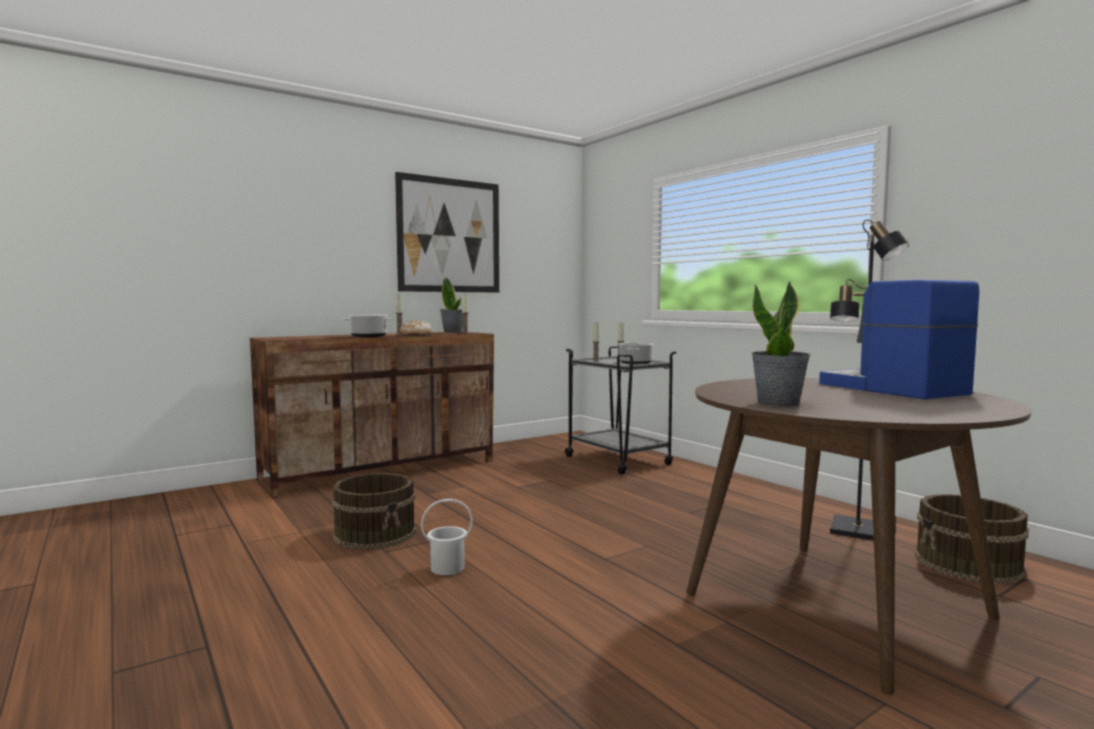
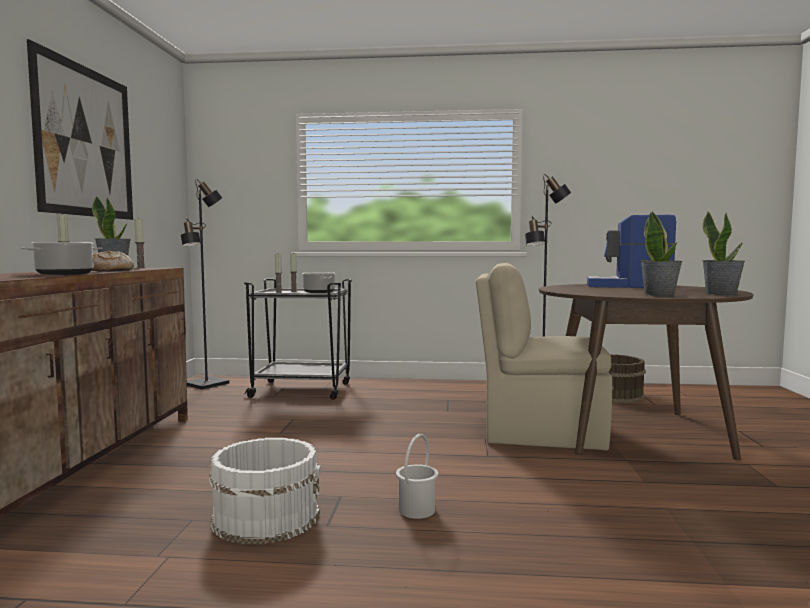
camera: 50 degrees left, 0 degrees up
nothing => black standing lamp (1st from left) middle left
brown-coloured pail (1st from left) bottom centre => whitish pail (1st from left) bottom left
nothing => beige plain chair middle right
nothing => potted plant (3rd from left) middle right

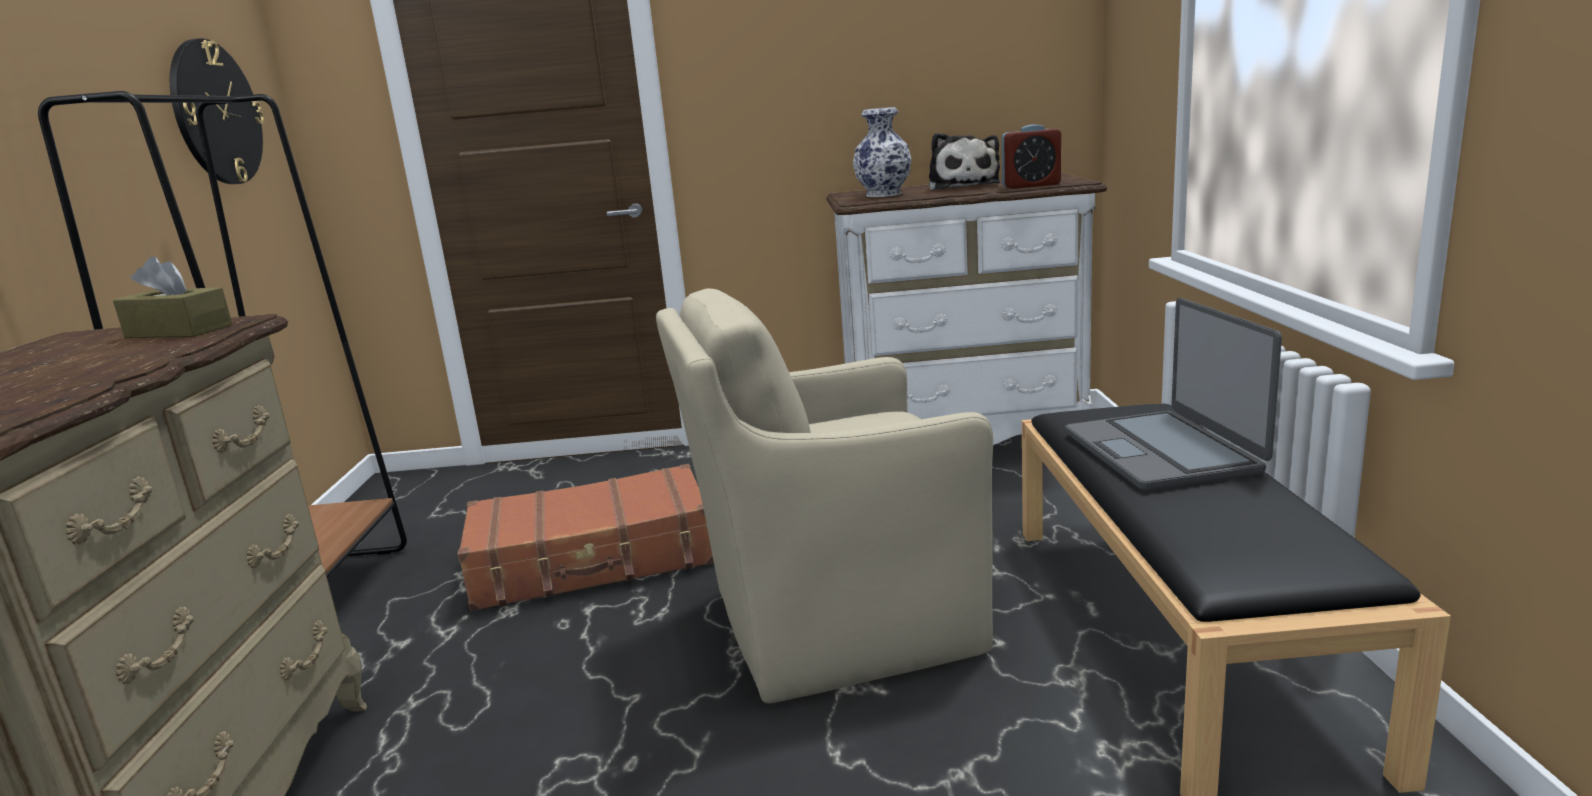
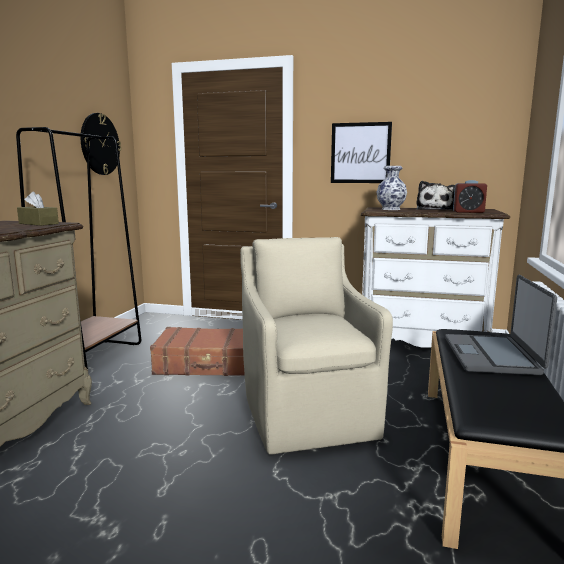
camera: 15 degrees right, 5 degrees down
beige lounge chair centre, 75 degrees clockwise
nothing => wall art top centre

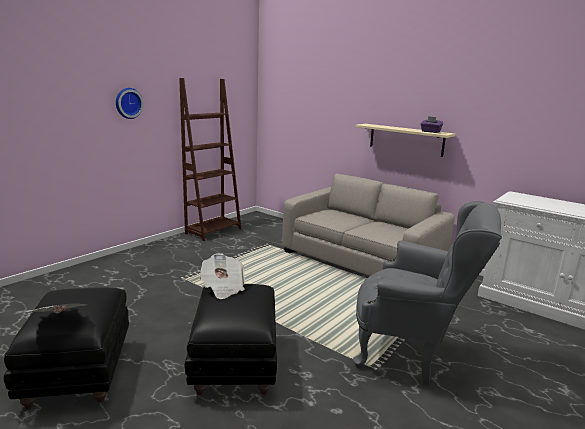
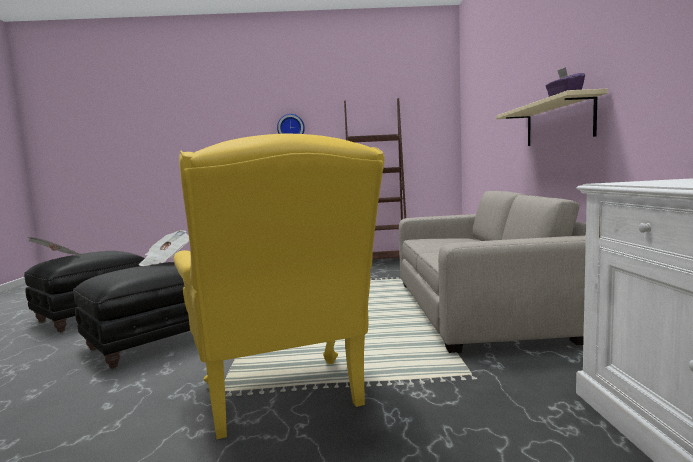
camera: 50 degrees right, 10 degrees down
gray lounge chair bottom right => yellow lounge chair centre

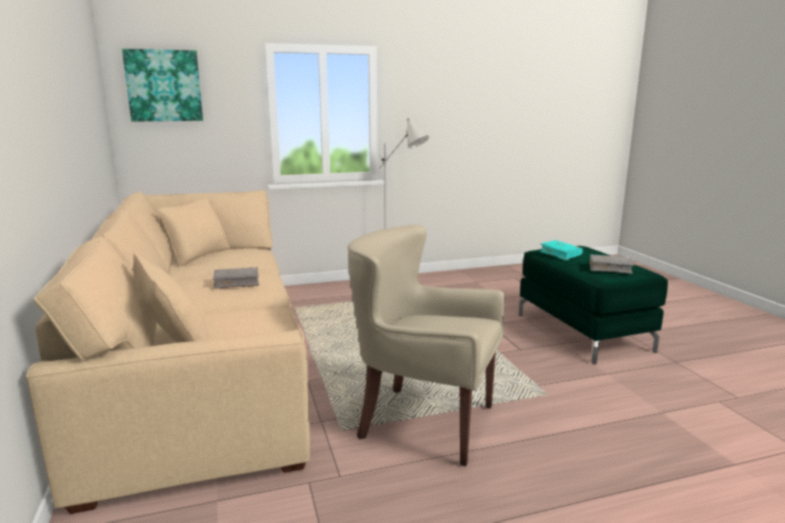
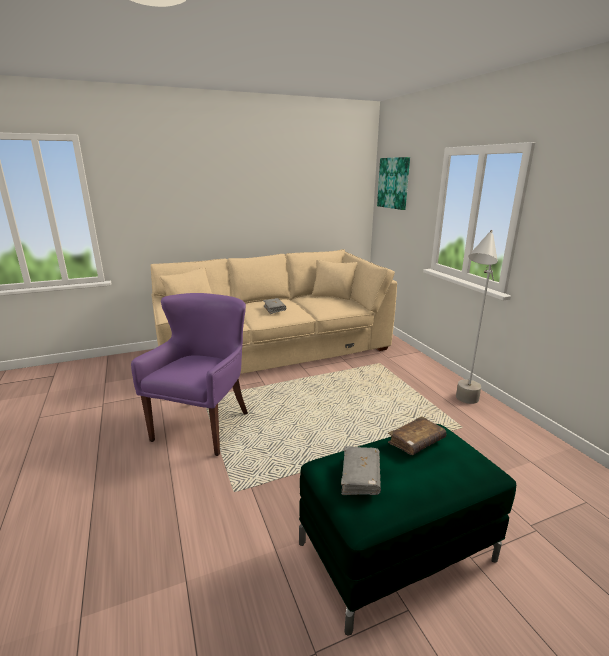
camera: 85 degrees right, 5 degrees up
beige lounge chair centre => purple lounge chair middle left
turquoise-coloured bound book middle right => brown-coloured bound book middle right

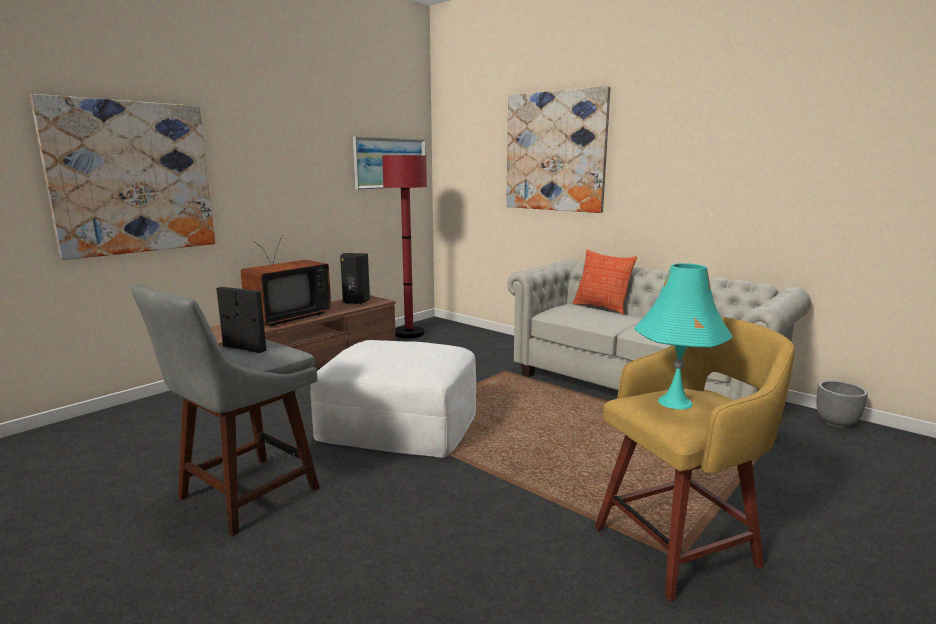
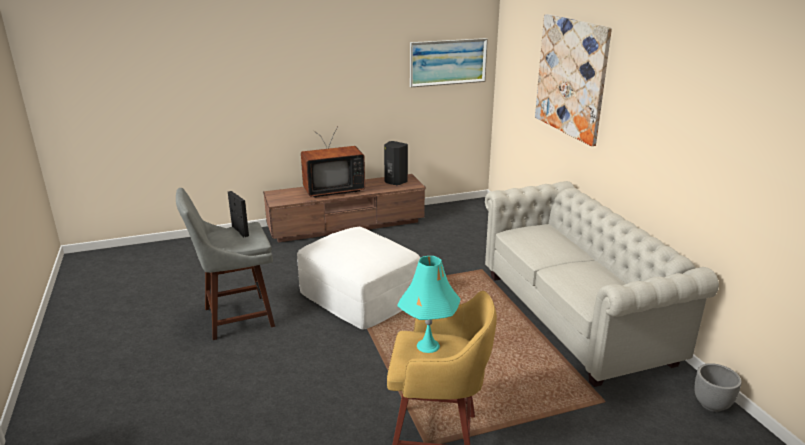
camera: 30 degrees right, 10 degrees up
wall art (1st from left) top left => nothing
red-coloured standing lamp centre => nothing
orange cushion centre => nothing

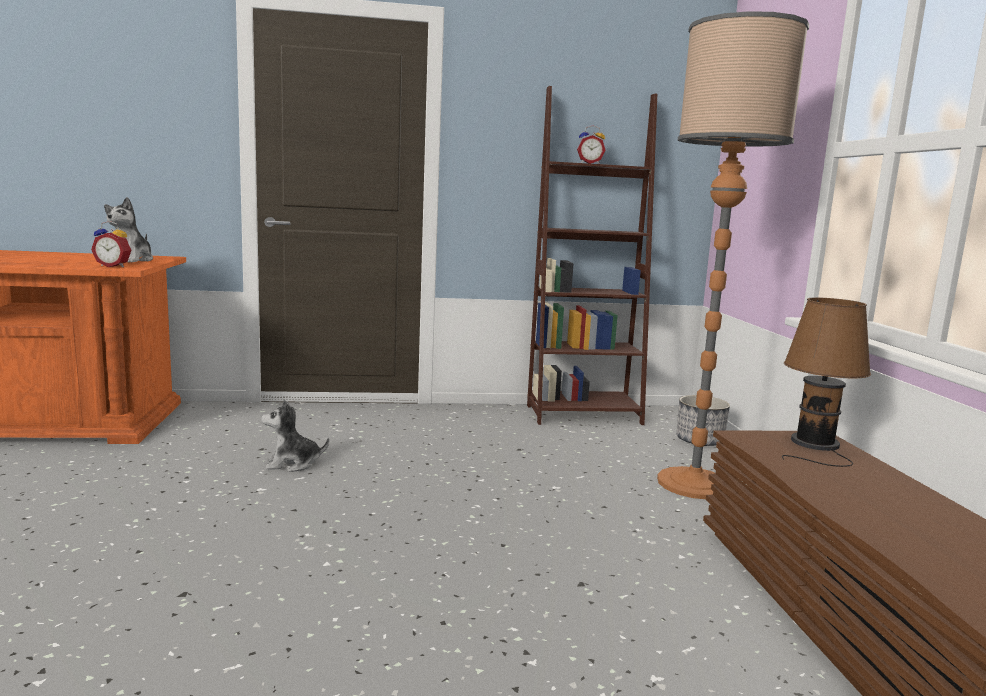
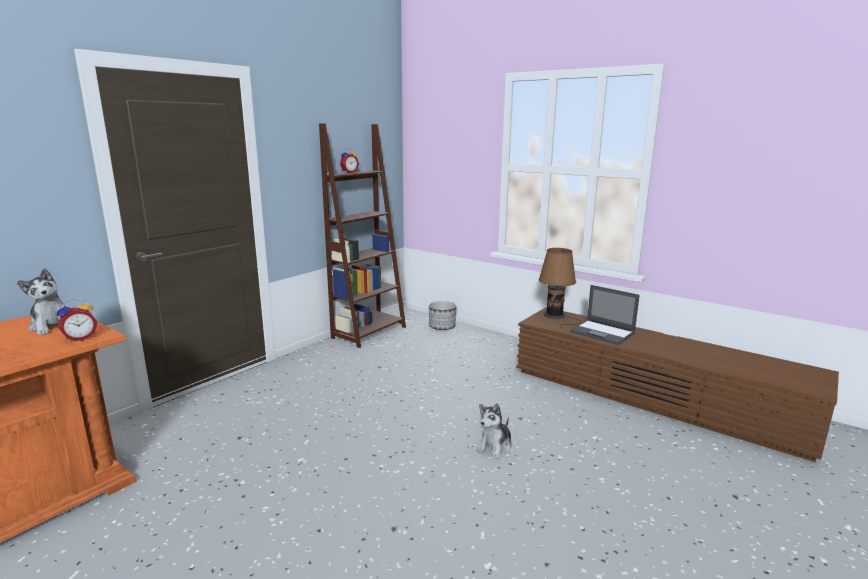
camera: 45 degrees left, 5 degrees up
soft toy (2nd from left) middle left => soft toy (2nd from left) bottom centre, moved
nothing => notebook computer middle right
standing lamp middle right => nothing

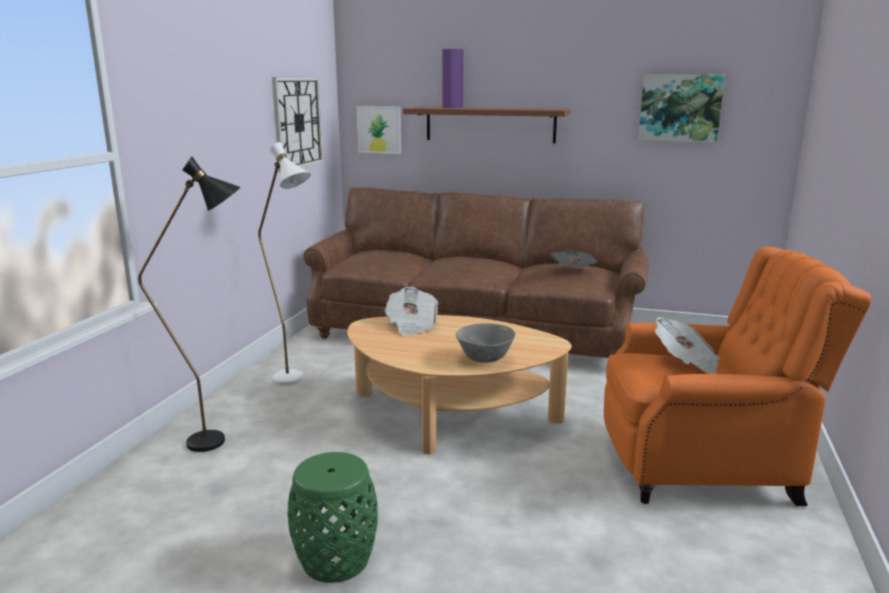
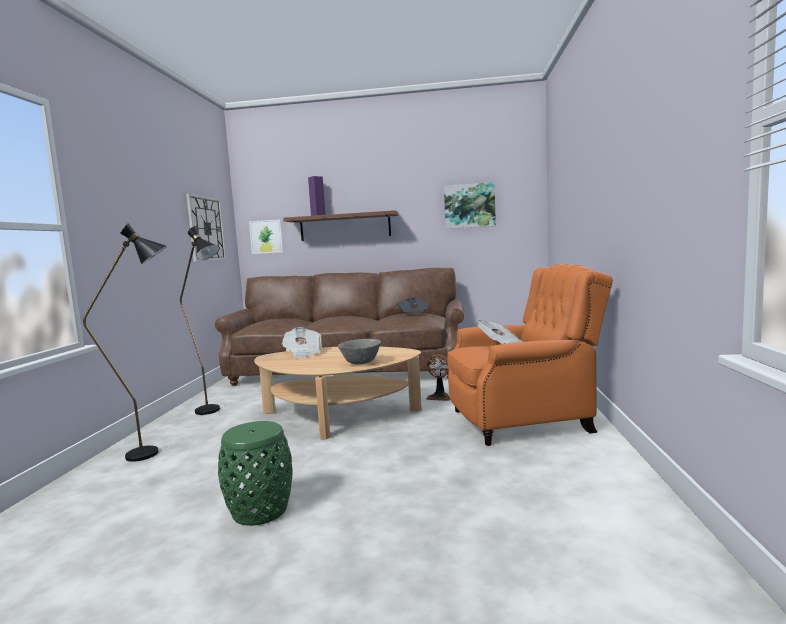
camera: 10 degrees left, 10 degrees down
whitish standing lamp middle left => black standing lamp (2nd from left) middle left
nothing => cooling fan centre

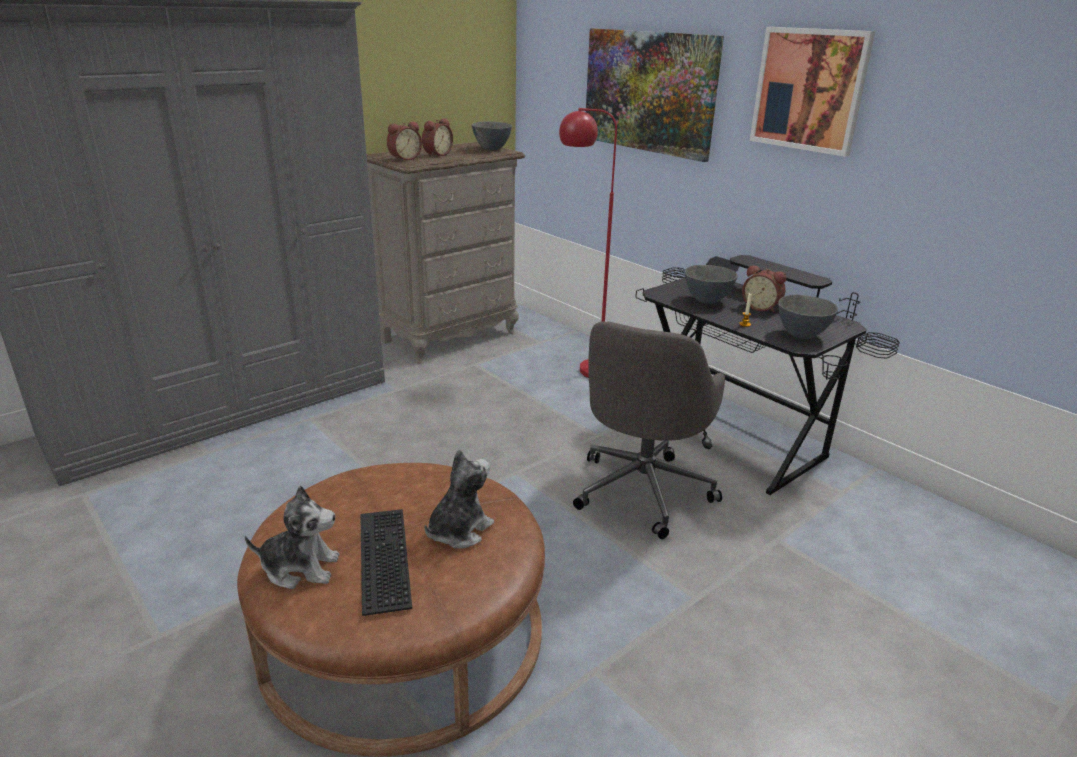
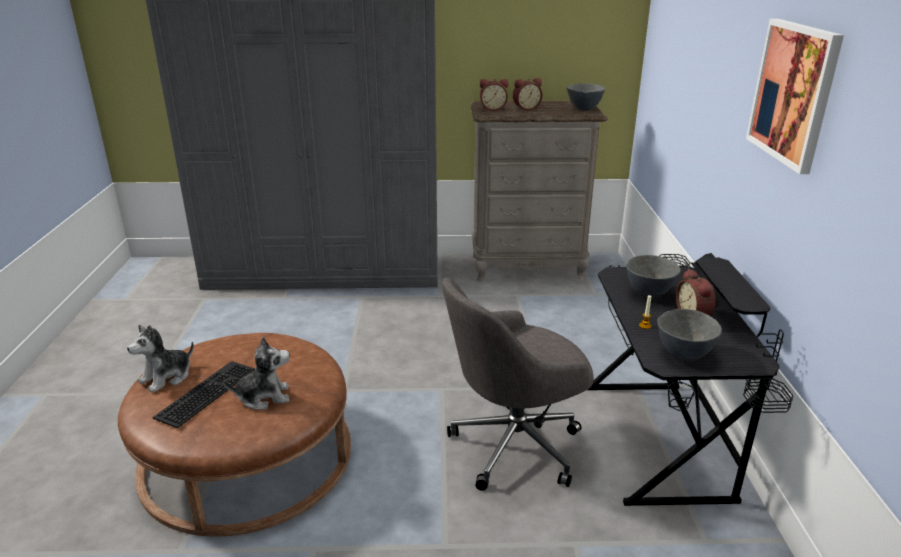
camera: 40 degrees right, 0 degrees up
soft toy (1st from left) bottom left => soft toy (1st from left) middle left, 90 degrees clockwise
red-coloured standing lamp top centre => nothing
wall art (1st from left) top centre => nothing

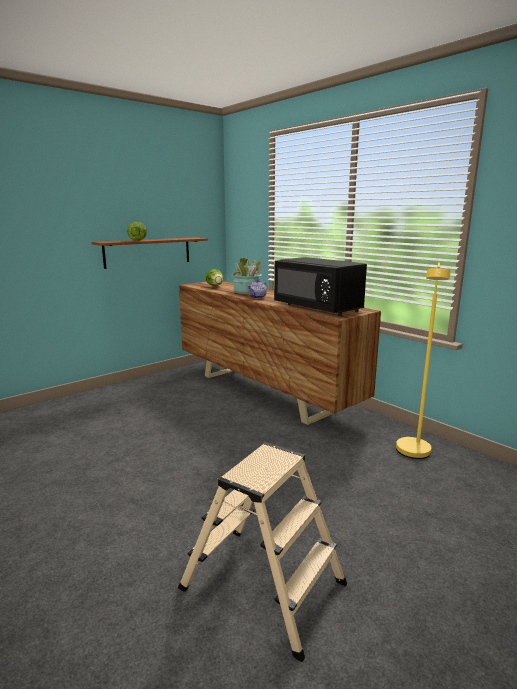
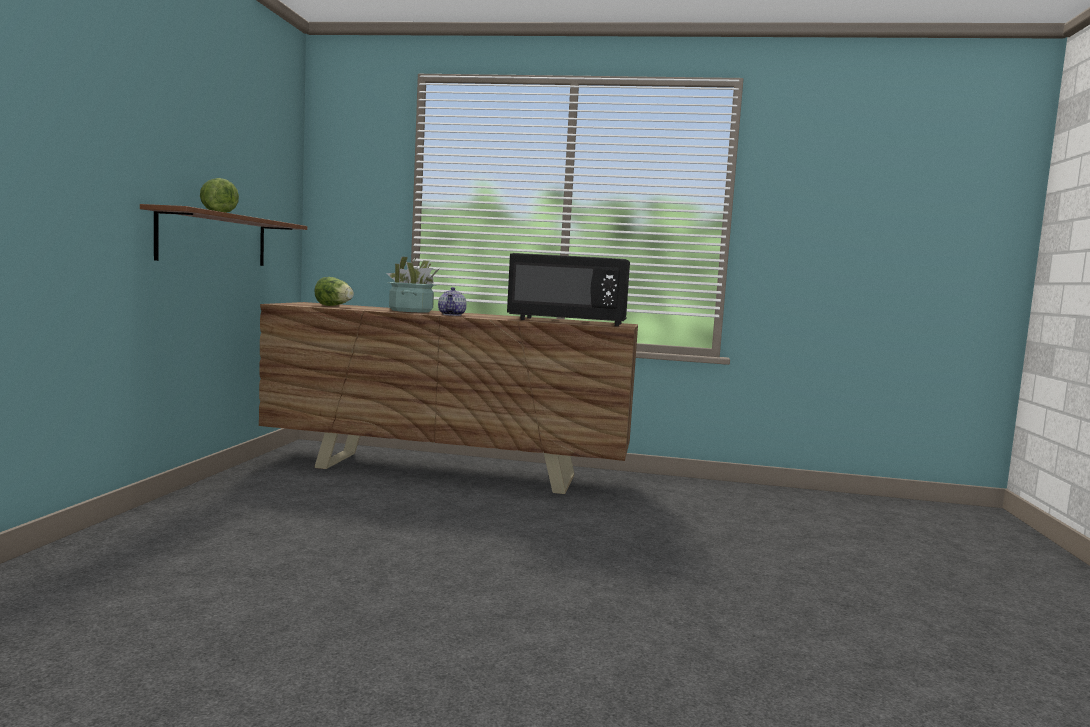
camera: 40 degrees left, 10 degrees down
beige step stool bottom centre => nothing
yellow standing lamp middle right => nothing

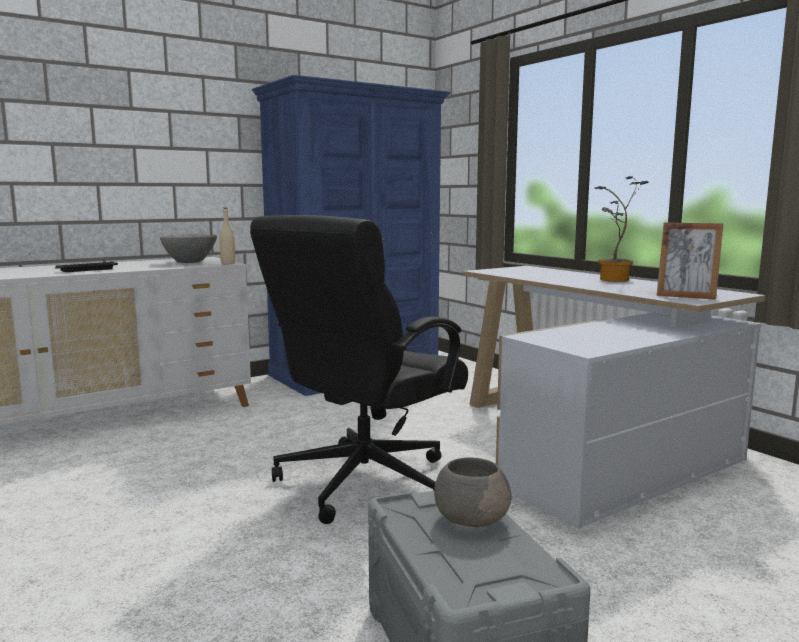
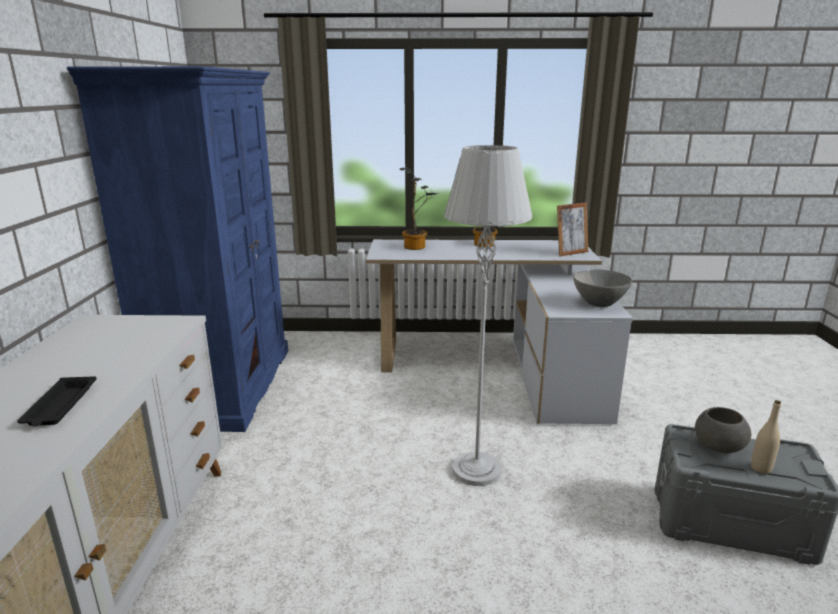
camera: 55 degrees left, 10 degrees up
nothing => potted plant (1st from left) centre
black office chair centre => gray standing lamp centre
gray serving bowl (1st from left) middle left => gray serving bowl (1st from left) middle right, moved
beige drink bottle middle left => beige drink bottle bottom right, moved

